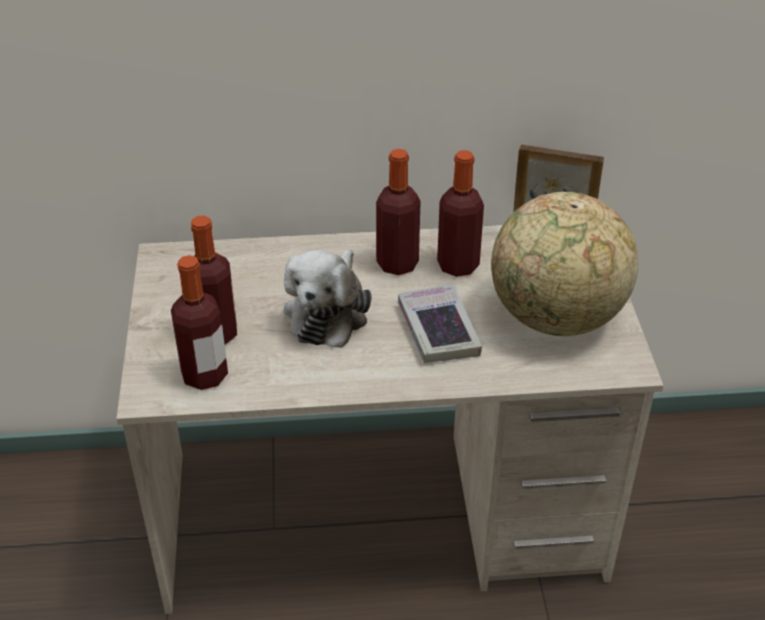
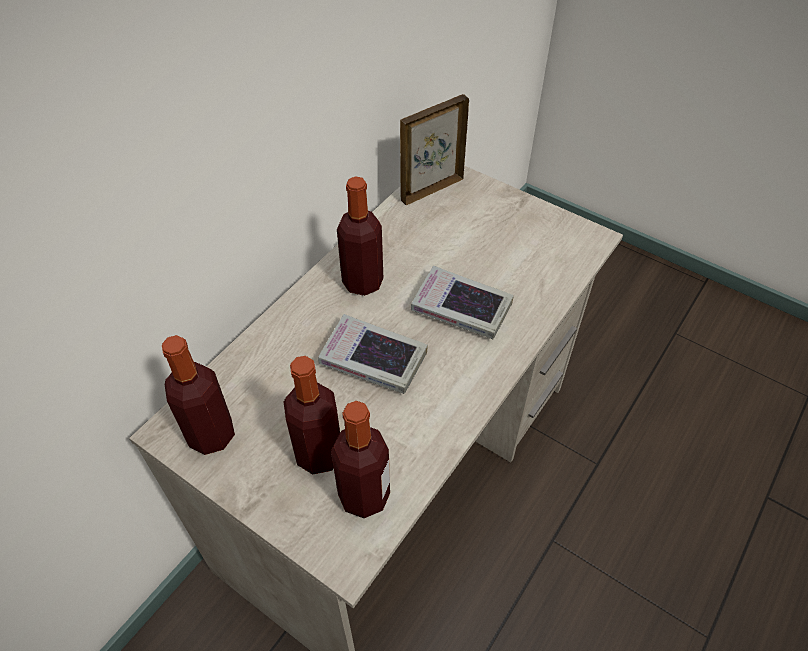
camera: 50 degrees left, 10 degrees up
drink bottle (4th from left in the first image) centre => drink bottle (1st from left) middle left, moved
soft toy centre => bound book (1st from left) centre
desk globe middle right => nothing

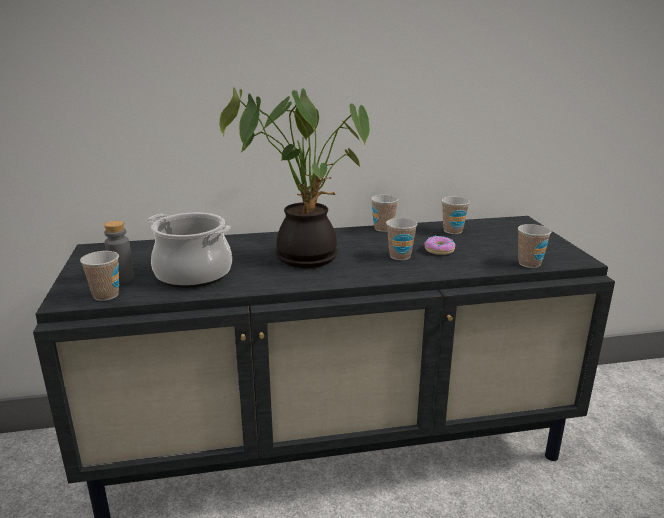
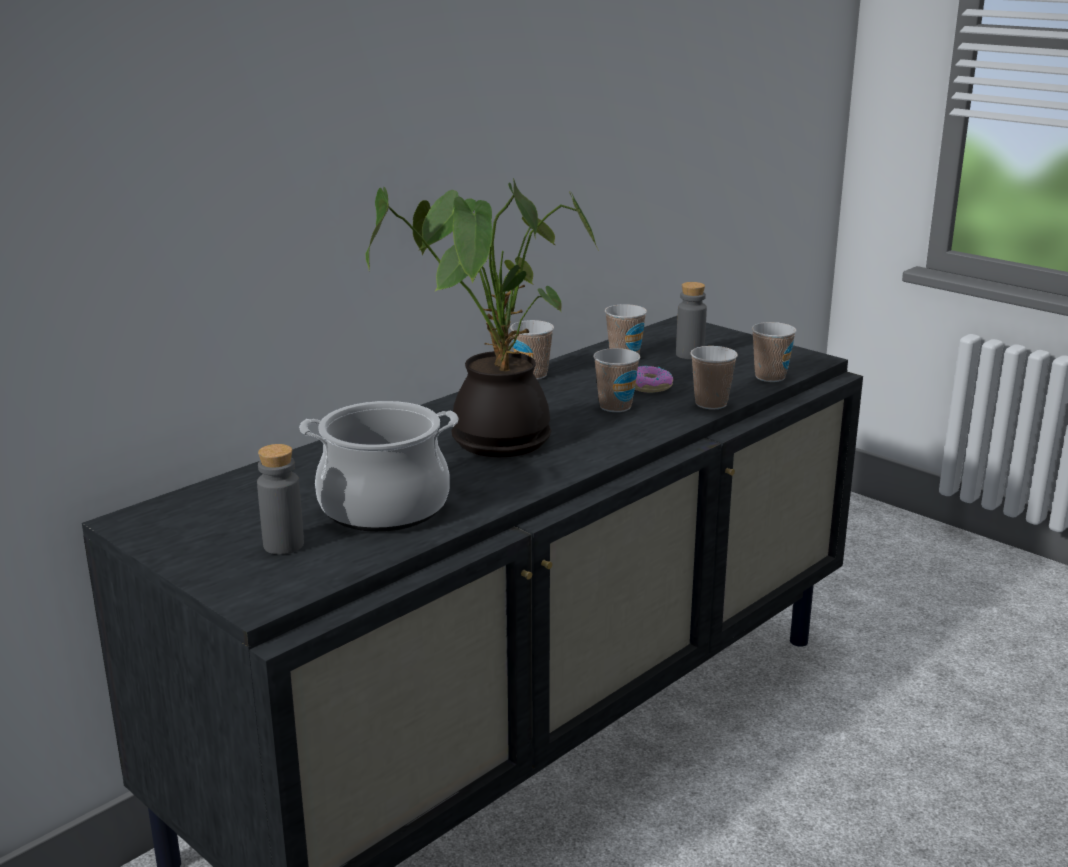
camera: 35 degrees left, 0 degrees up
nothing => gray drink bottle (2nd from left) centre
small cup (1st from left in the first image) middle left => small cup (4th from left) middle right, moved

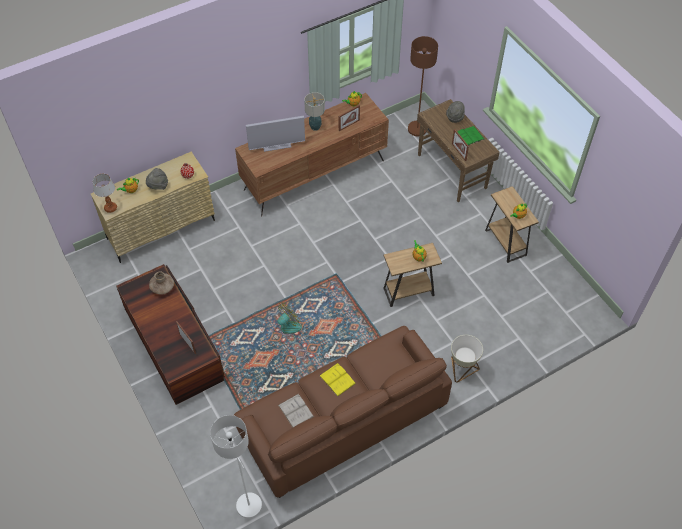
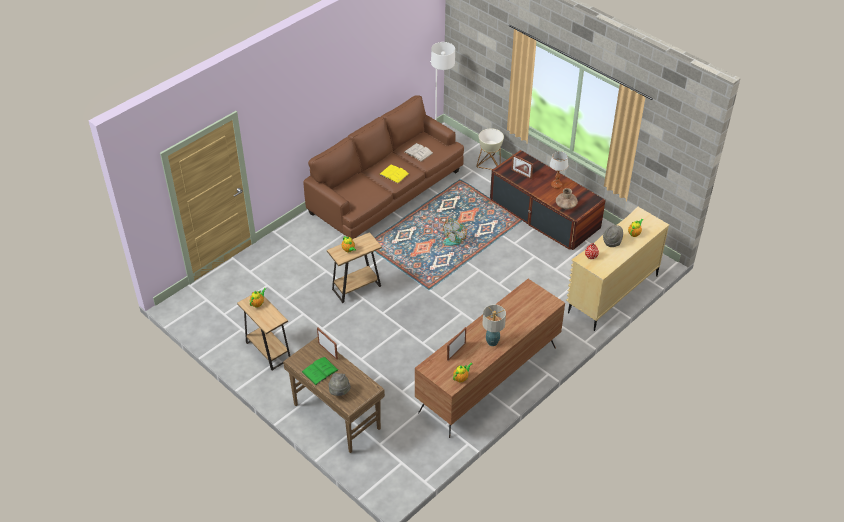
camera: 165 degrees right, 10 degrees down
planter bottom right => planter top centre, moved
table lamp (1st from left in the first image) middle left => table lamp (2nd from left) top centre, moved
TV set top centre => nothing
brown-coloured standing lamp top centre => nothing

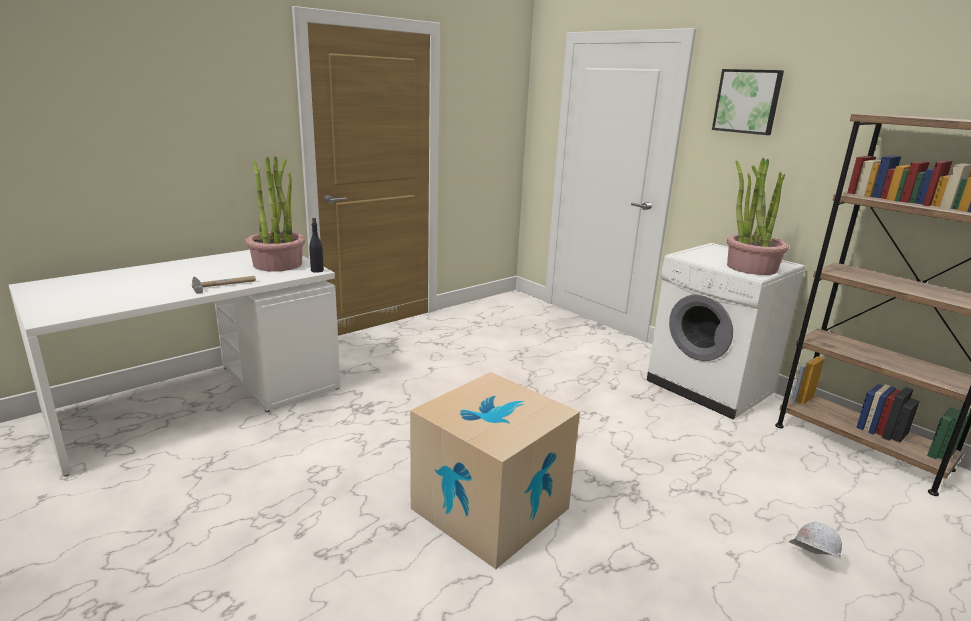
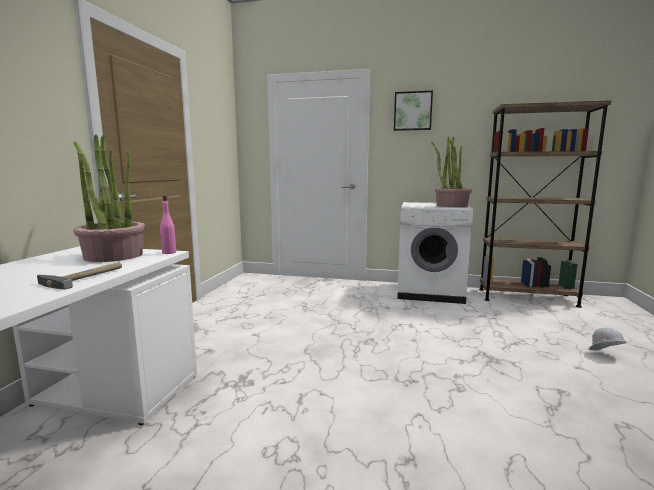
camera: 35 degrees left, 10 degrees down
black drink bottle middle left => pinkish drink bottle middle left
carton bottom centre => nothing

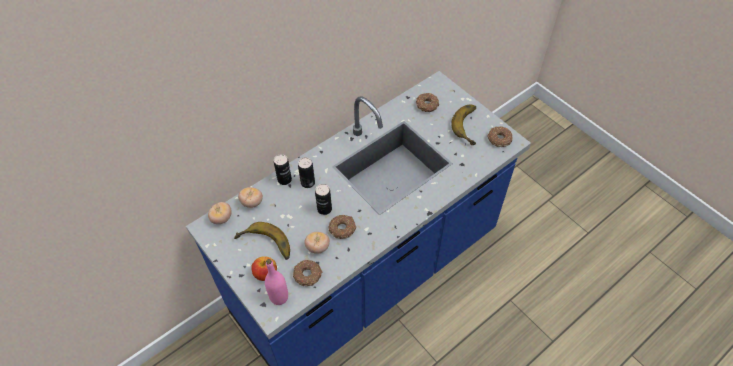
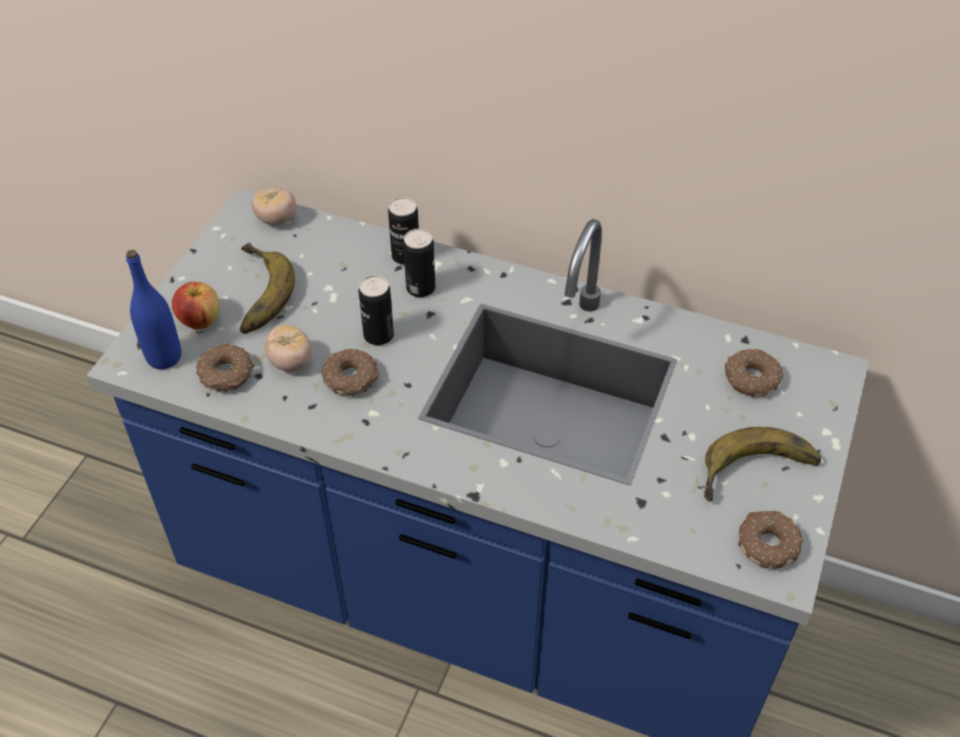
camera: 60 degrees right, 5 degrees down
pinkish drink bottle bottom centre => bluish drink bottle middle left
whole tomato (2nd from left) centre => nothing

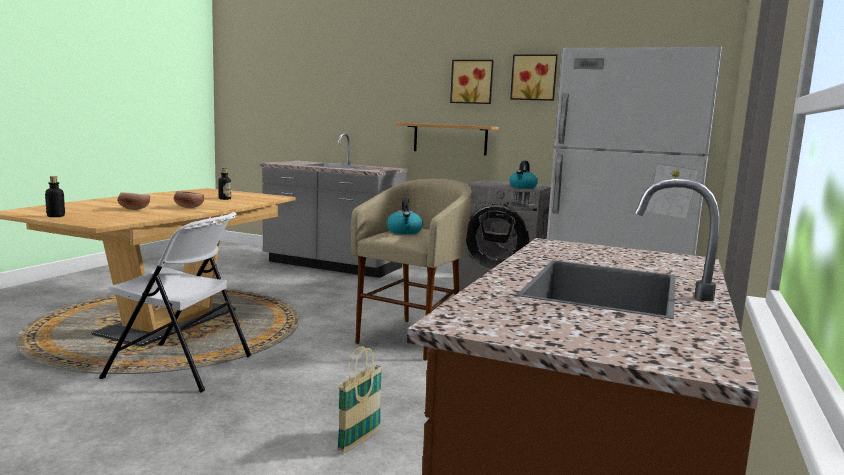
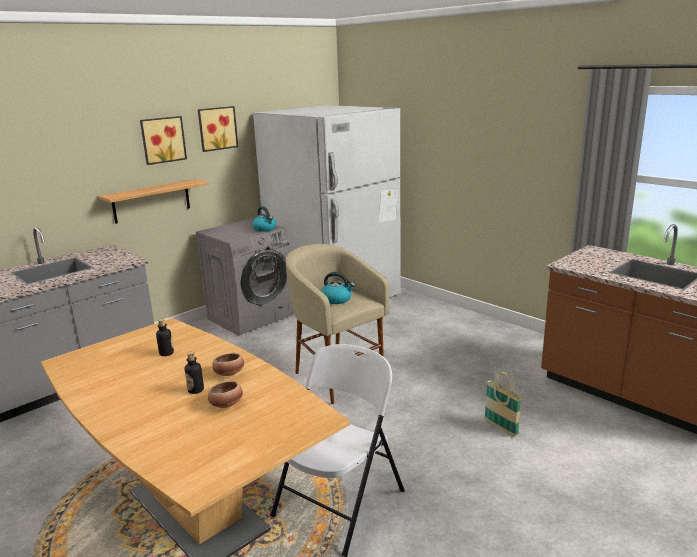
camera: 65 degrees left, 10 degrees up
drink bottle (1st from left in the first image) middle left => drink bottle (2nd from left) bottom left, moved

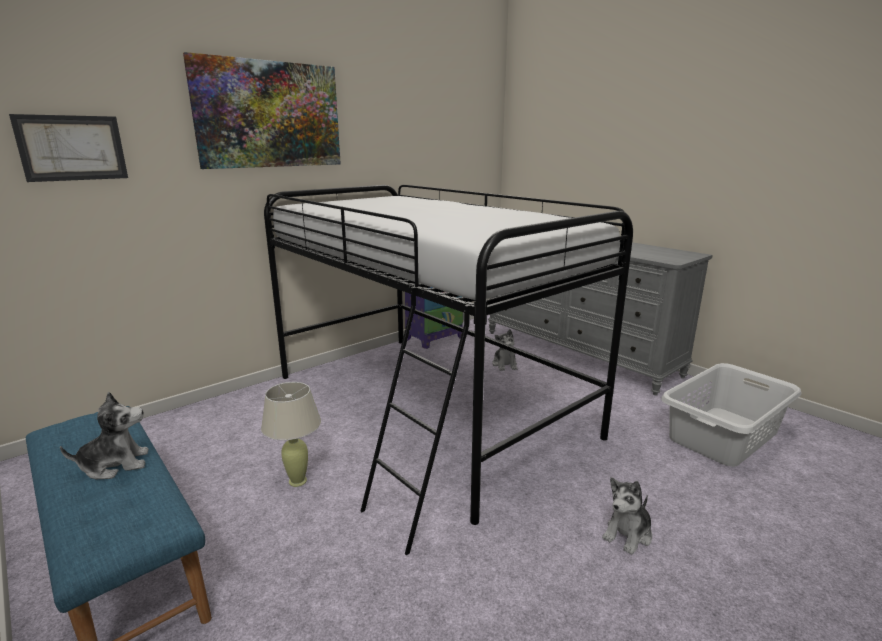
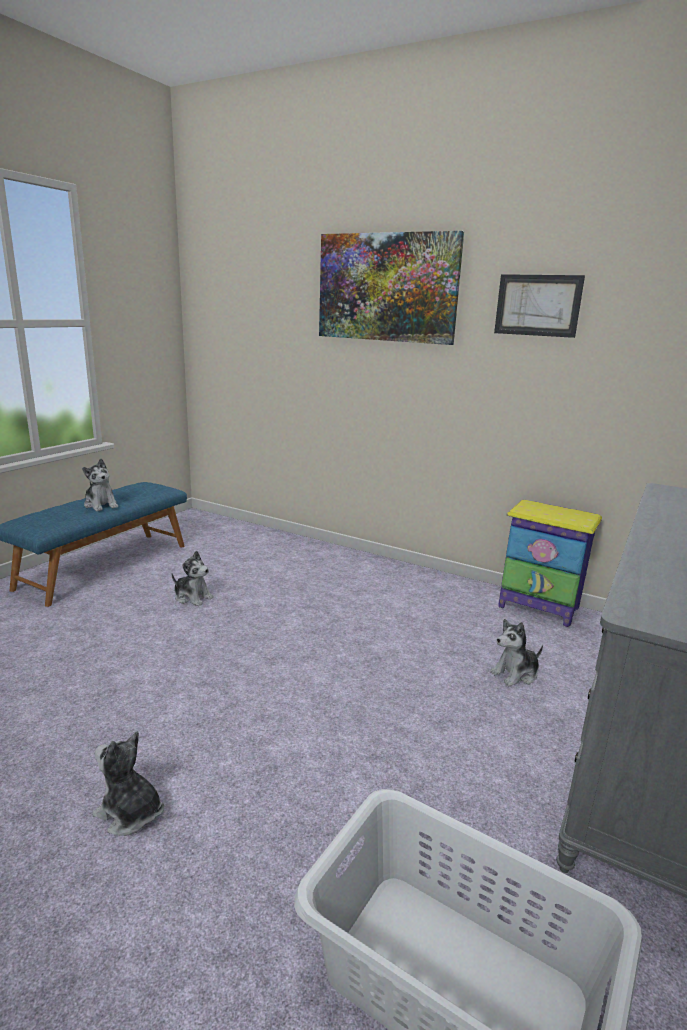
camera: 70 degrees right, 0 degrees up
beige table lamp bottom left => soft toy (3rd from left) middle left
wall art (1st from left in the first image) top left => wall art (2nd from left) top right, moved
black sleeping bed centre => nothing

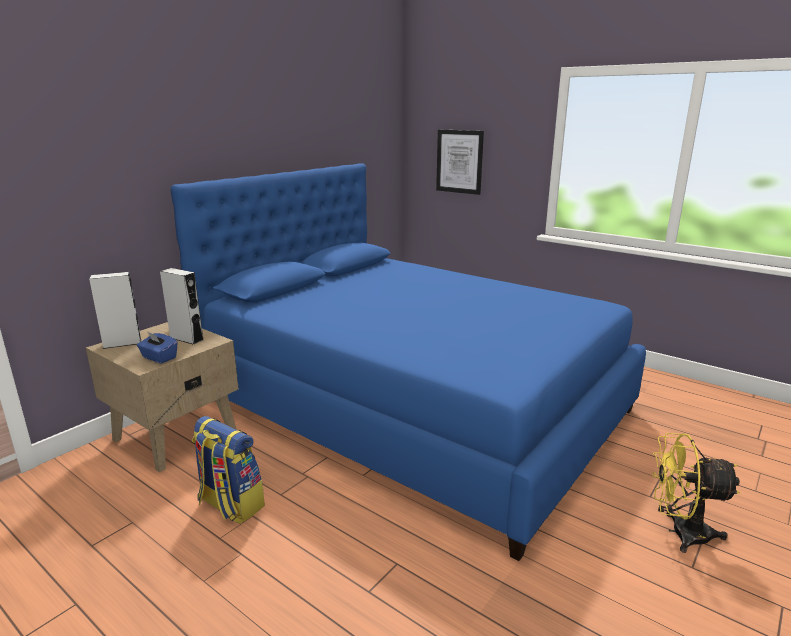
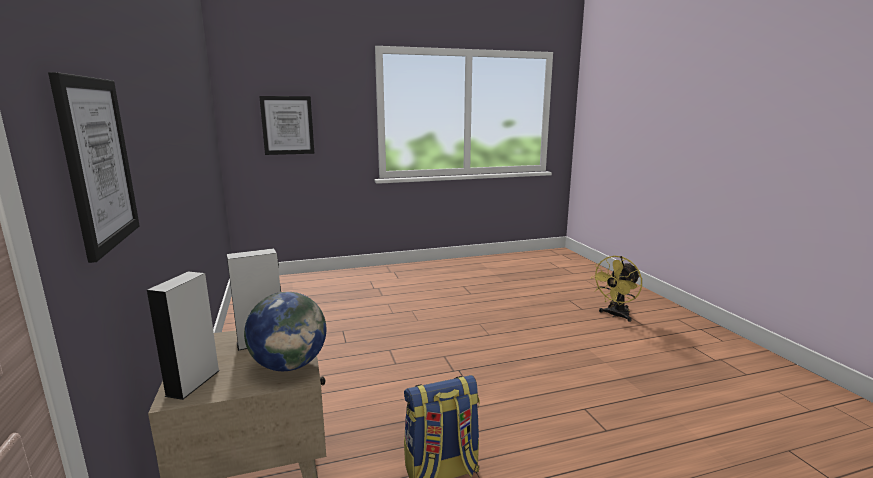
camera: 55 degrees left, 5 degrees down
nothing => wall art (1st from left) middle left
bluish tissue box middle left => desk globe bottom left
bluish sleeping bed centre => nothing

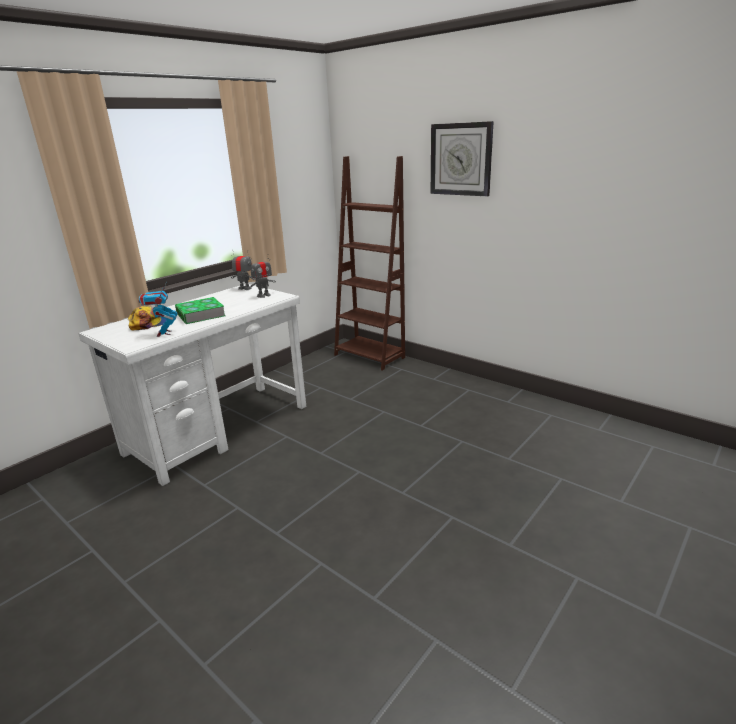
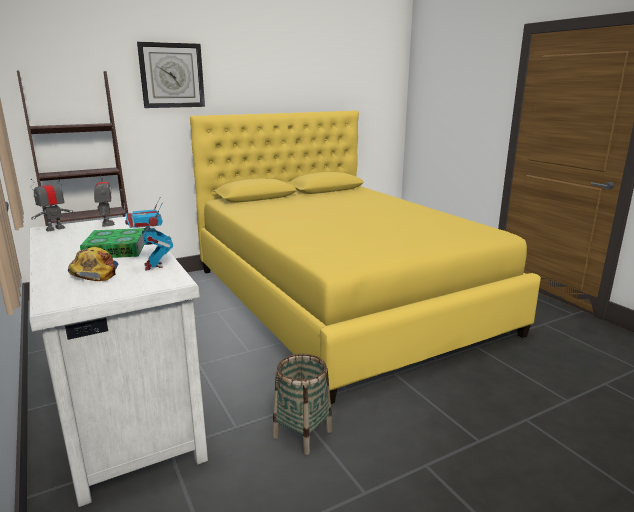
camera: 70 degrees left, 5 degrees down
toy robot (1st from left in the first image) middle left => toy robot (3rd from left) middle left, 60 degrees clockwise
nothing => yellow sleeping bed centre
nothing => storage basket bottom centre

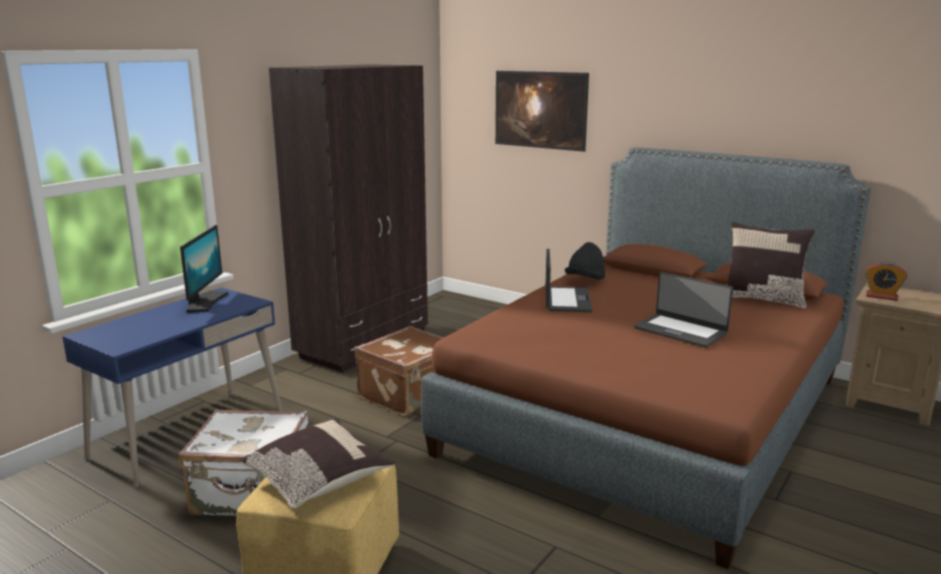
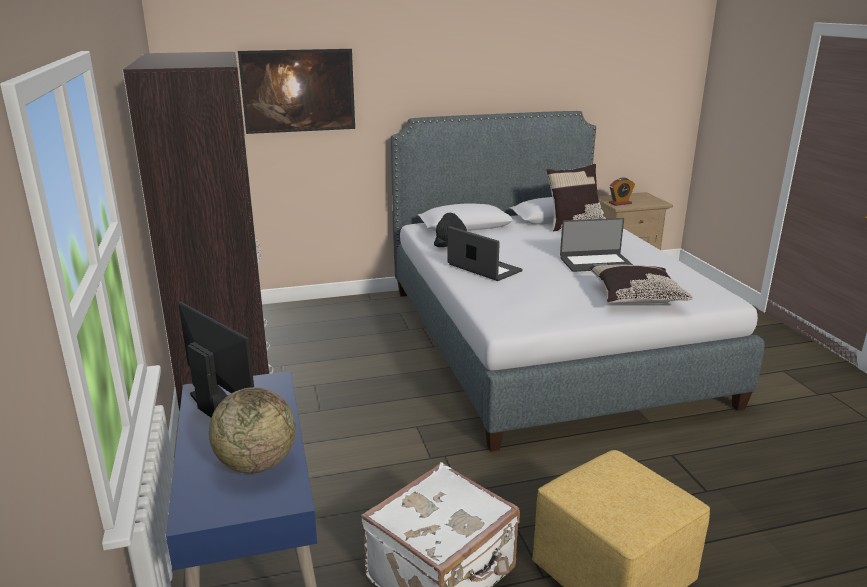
camera: 50 degrees left, 5 degrees up
nothing => desk globe bottom left
brown-coloured sleeping bed middle right => gray sleeping bed middle right
cushion (1st from left in the first image) bottom centre => cushion (2nd from left) middle right, moved
brown-coloured suitcase centre => nothing

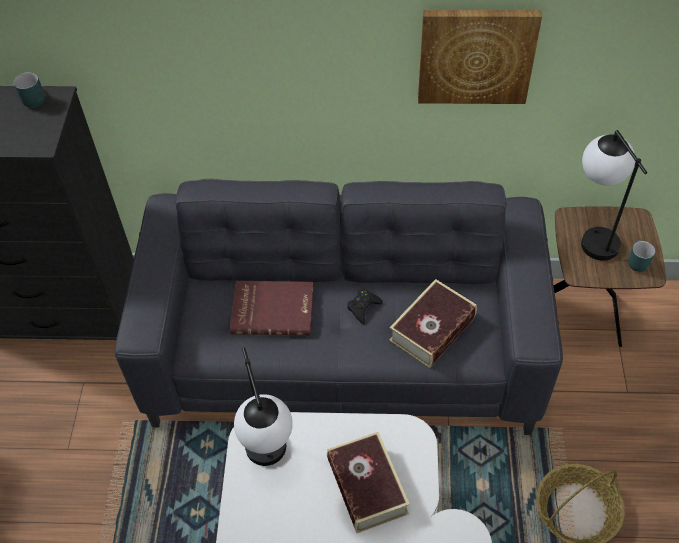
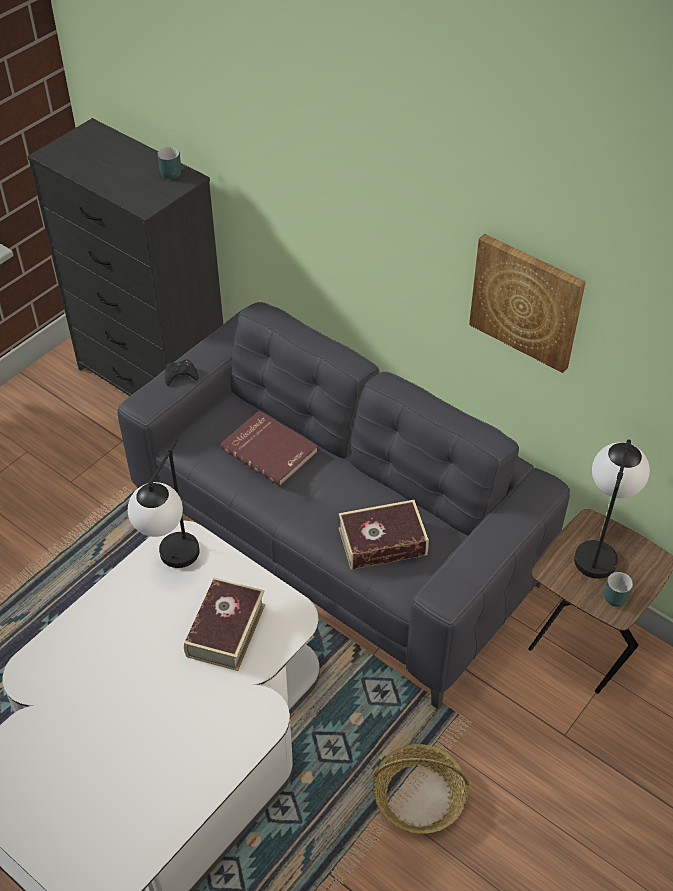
camera: 35 degrees right, 5 degrees down
black joypad centre => black joypad middle left, moved

